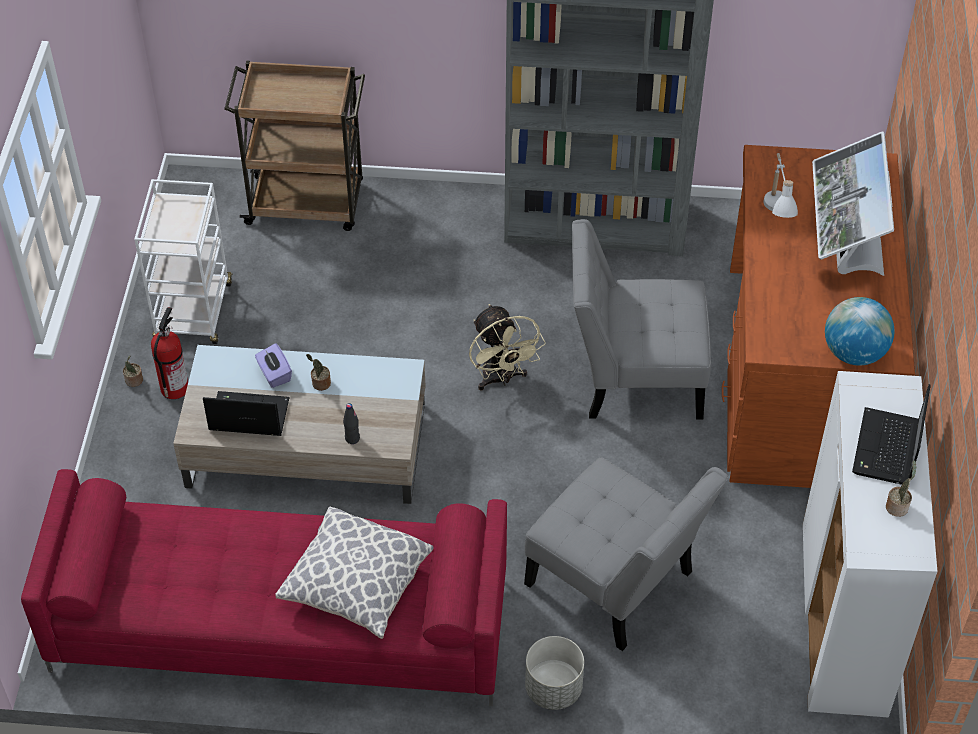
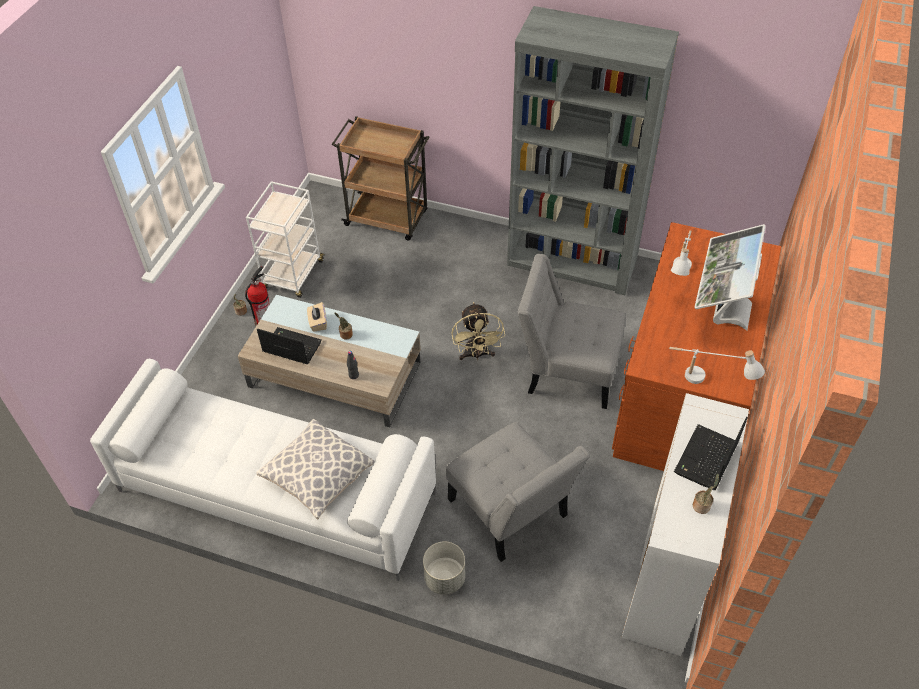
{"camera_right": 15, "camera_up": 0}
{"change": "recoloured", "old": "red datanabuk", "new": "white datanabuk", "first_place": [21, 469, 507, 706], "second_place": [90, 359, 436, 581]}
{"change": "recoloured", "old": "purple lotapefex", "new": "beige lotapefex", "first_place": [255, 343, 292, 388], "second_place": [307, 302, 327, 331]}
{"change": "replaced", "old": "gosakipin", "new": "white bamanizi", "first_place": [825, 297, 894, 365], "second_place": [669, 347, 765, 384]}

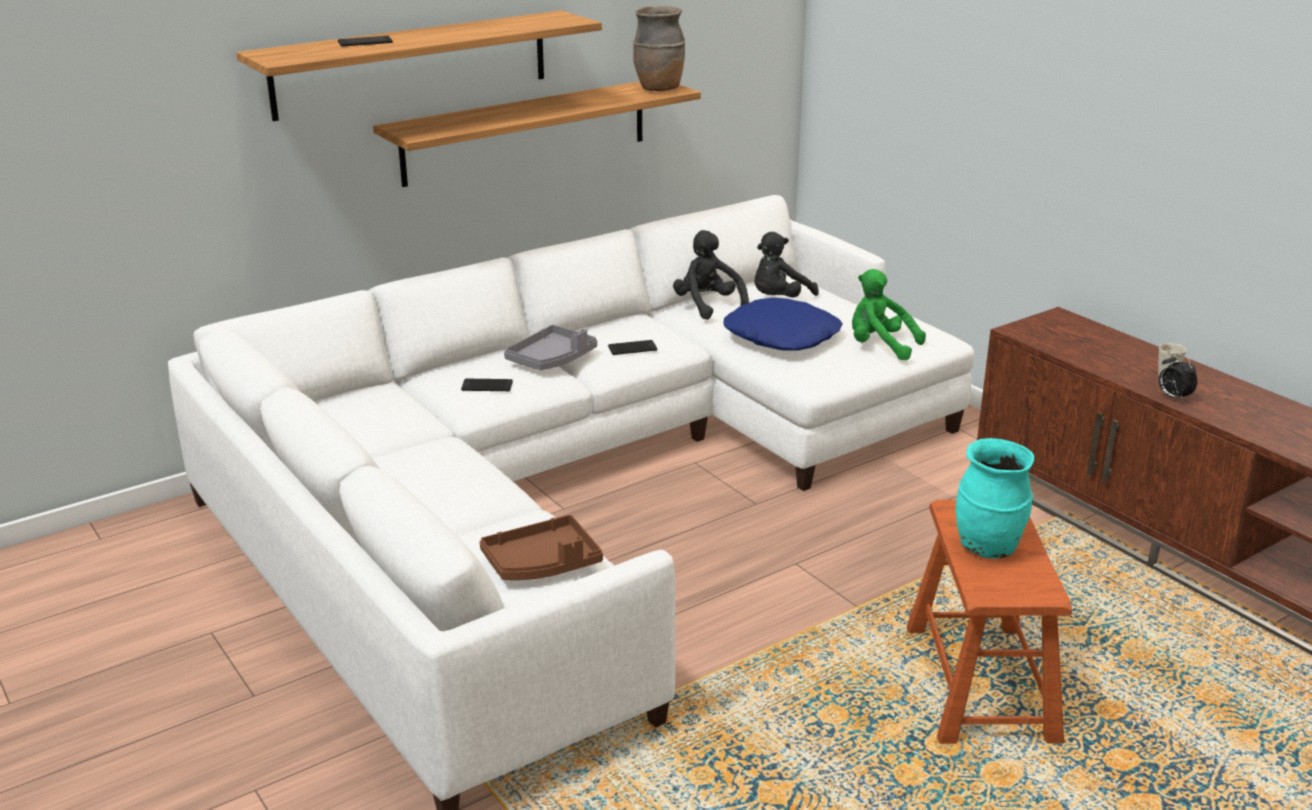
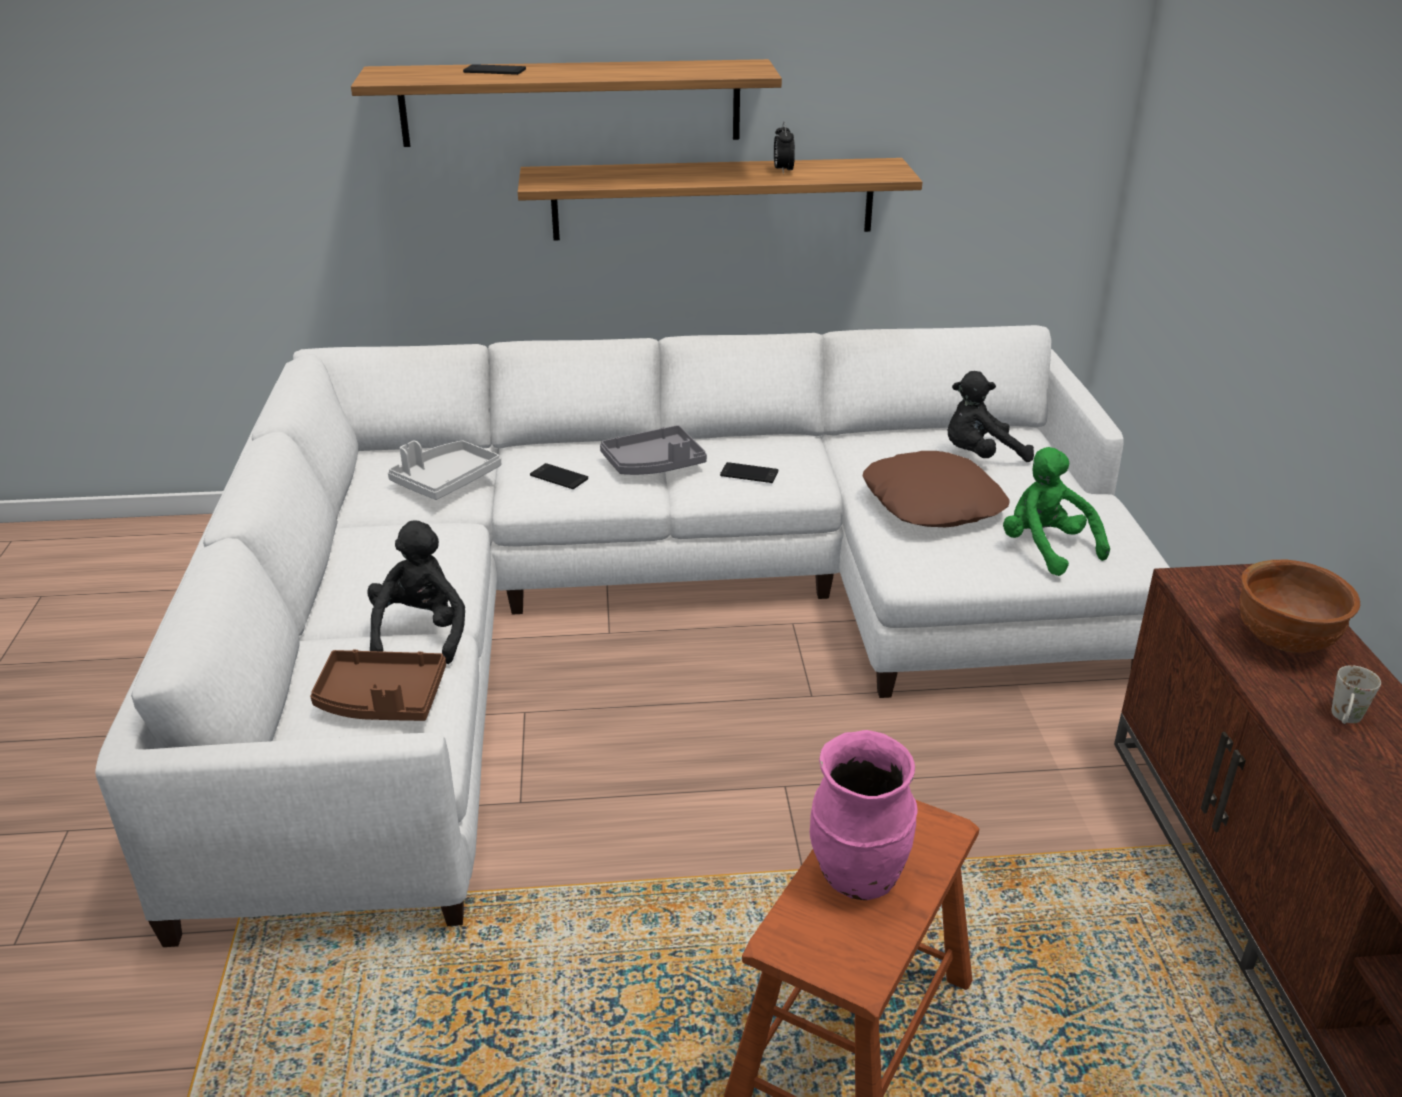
{"camera_right": 30, "camera_up": 5}
{"change": "moved", "old": "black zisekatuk", "first_place": [673, 230, 749, 320], "second_place": [367, 521, 465, 664]}
{"change": "added", "new": "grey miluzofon", "second_place": [388, 441, 501, 500]}
{"change": "moved", "old": "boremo", "first_place": [1159, 353, 1197, 401], "second_place": [774, 121, 795, 174]}
{"change": "recoloured", "old": "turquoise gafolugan", "new": "pink gafolugan", "first_place": [955, 438, 1034, 558], "second_place": [810, 730, 918, 900]}
{"change": "recoloured", "old": "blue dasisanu", "new": "brown dasisanu", "first_place": [723, 297, 843, 351], "second_place": [863, 451, 1009, 527]}
{"change": "added", "new": "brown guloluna", "second_place": [1239, 560, 1360, 653]}
{"change": "removed", "old": "brown gafolugan", "first_place": [633, 6, 685, 91]}

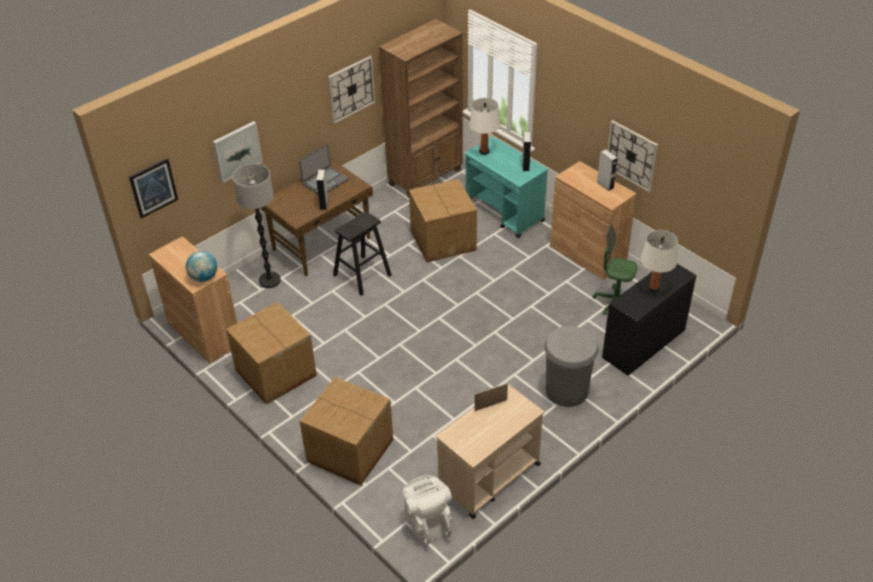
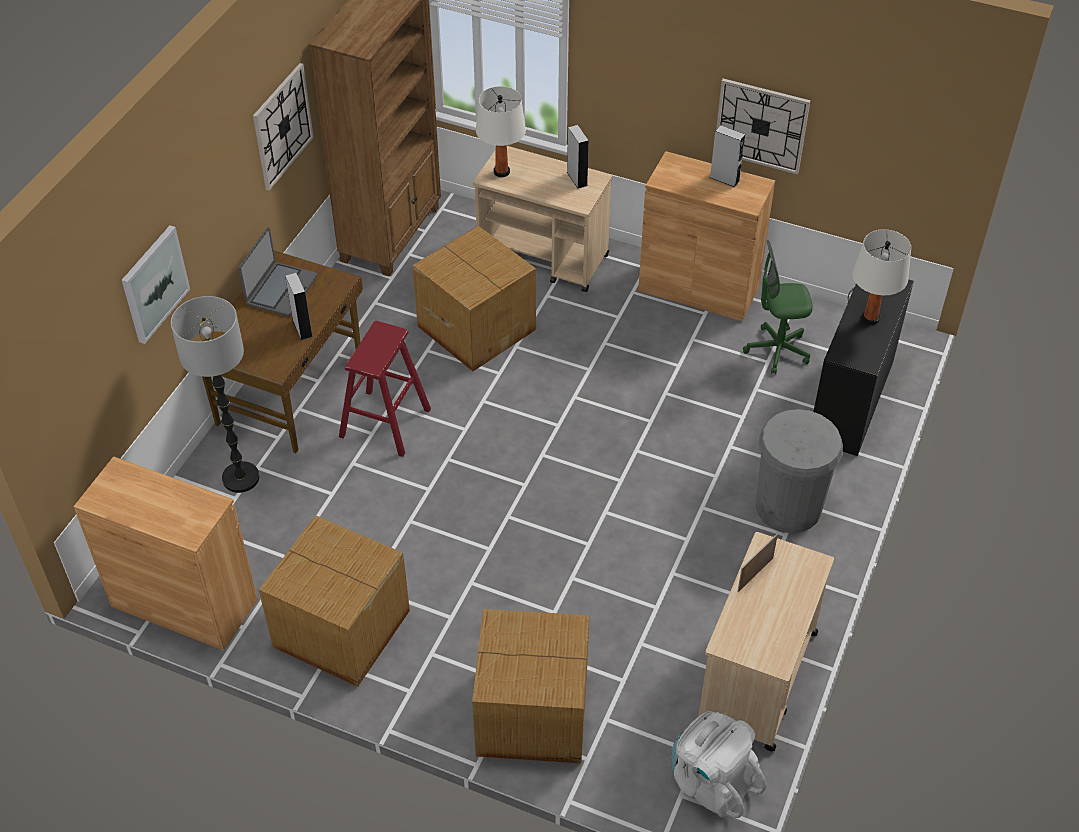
{"camera_right": -25, "camera_up": 5}
{"change": "recoloured", "old": "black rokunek", "new": "red rokunek", "first_place": [333, 211, 392, 296], "second_place": [339, 321, 431, 457]}
{"change": "recoloured", "old": "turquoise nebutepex", "new": "beige nebutepex", "first_place": [465, 137, 548, 238], "second_place": [473, 146, 613, 292]}
{"change": "removed", "old": "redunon", "first_place": [129, 158, 178, 219]}
{"change": "removed", "old": "gosakipin", "first_place": [186, 251, 217, 282]}

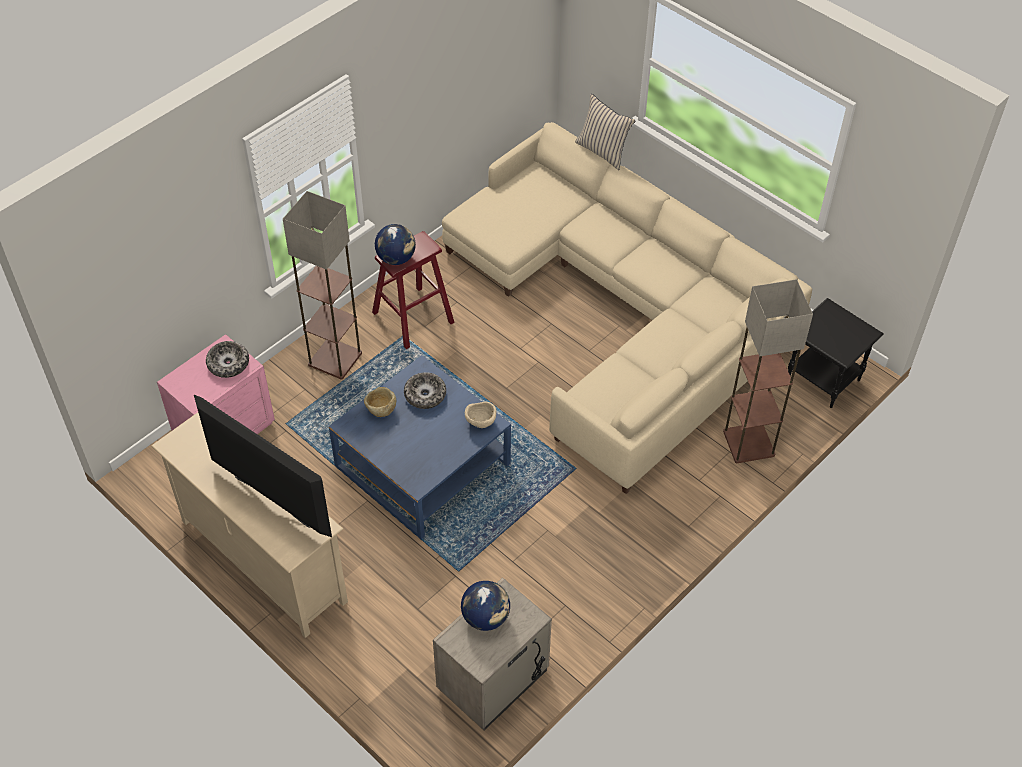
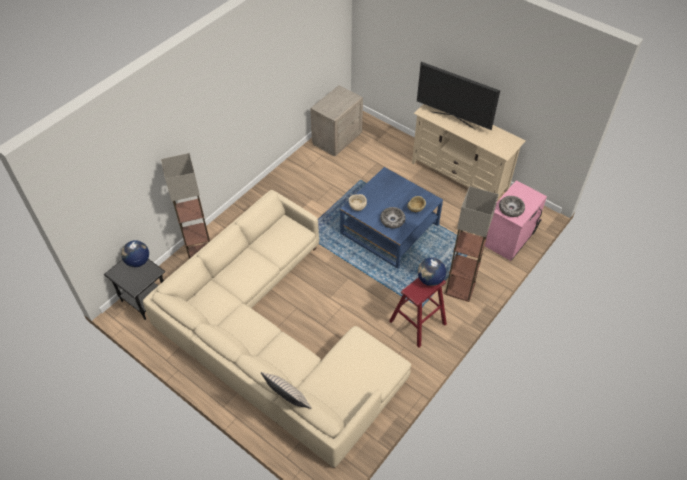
{"camera_right": 175, "camera_up": 0}
{"change": "moved", "old": "gosakipin", "first_place": [461, 581, 510, 631], "second_place": [121, 240, 149, 267]}

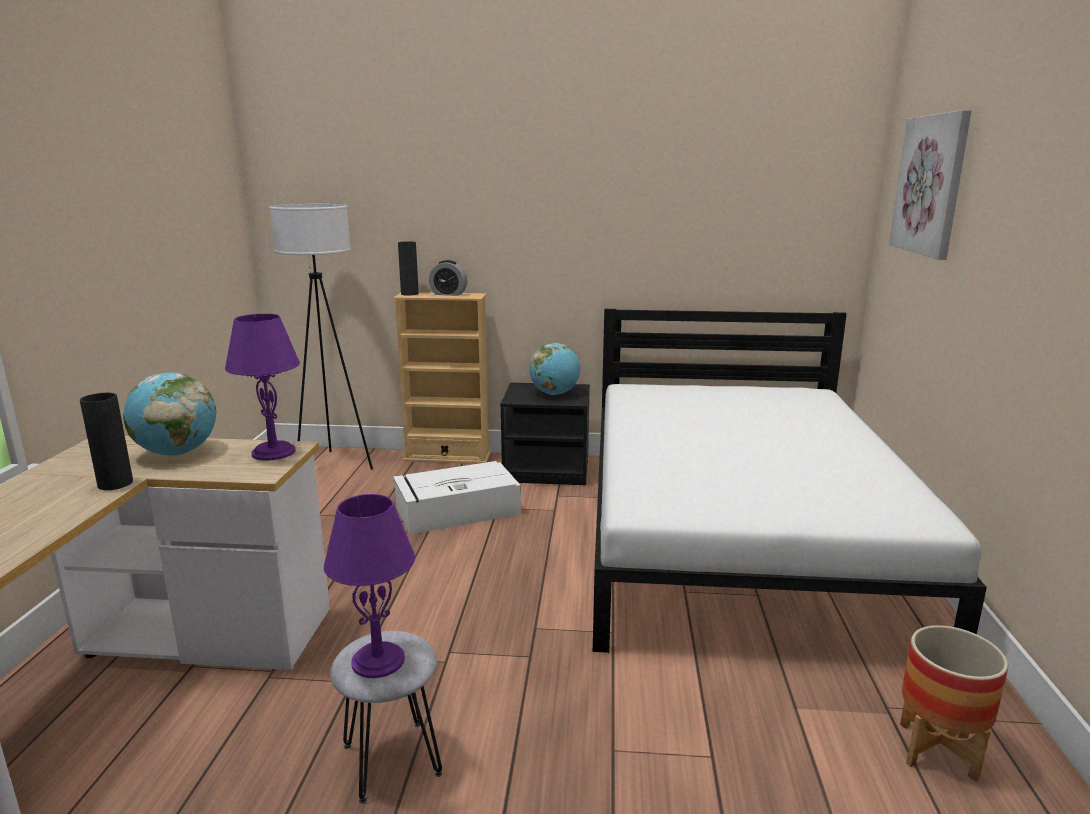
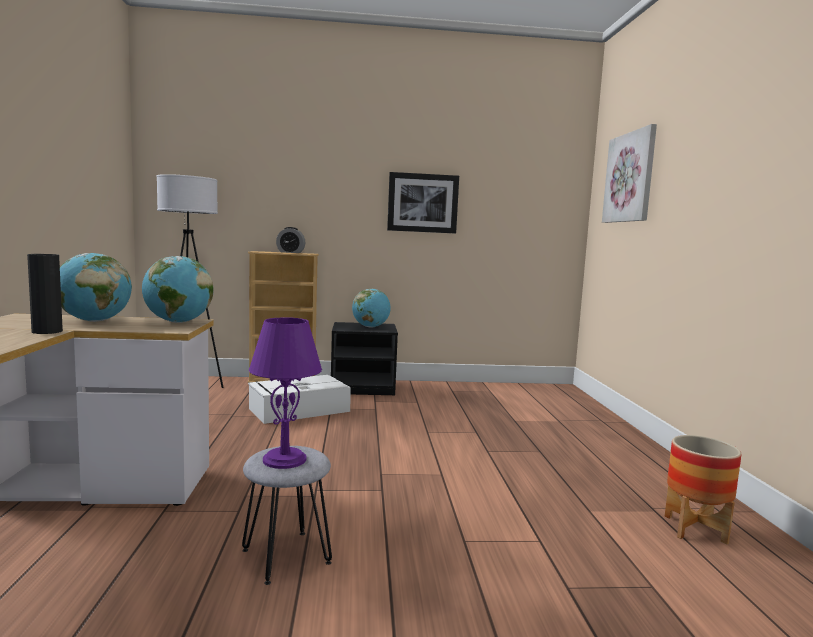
{"camera_right": -10, "camera_up": -10}
{"change": "replaced", "old": "purple bamanizi", "new": "gosakipin", "first_place": [225, 313, 300, 461], "second_place": [142, 256, 214, 323]}
{"change": "added", "new": "redunon", "second_place": [387, 172, 459, 234]}
{"change": "removed", "old": "black gafolugan", "first_place": [398, 241, 419, 296]}
{"change": "removed", "old": "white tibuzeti", "first_place": [593, 309, 987, 653]}

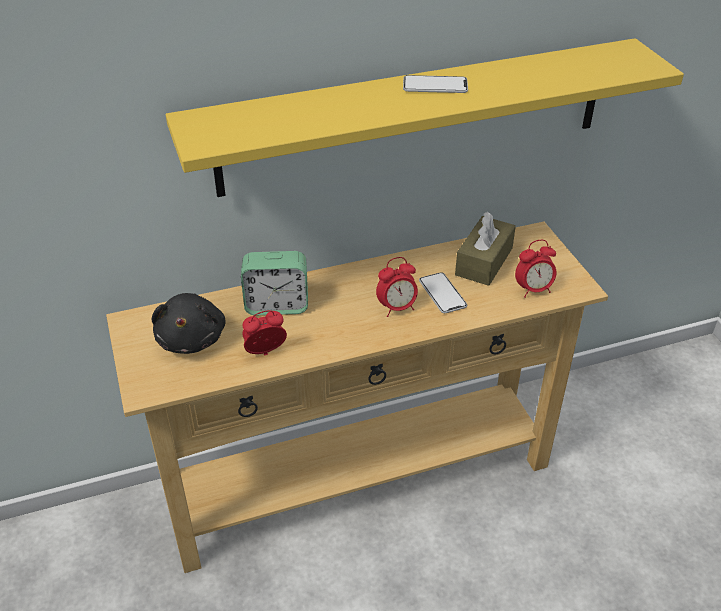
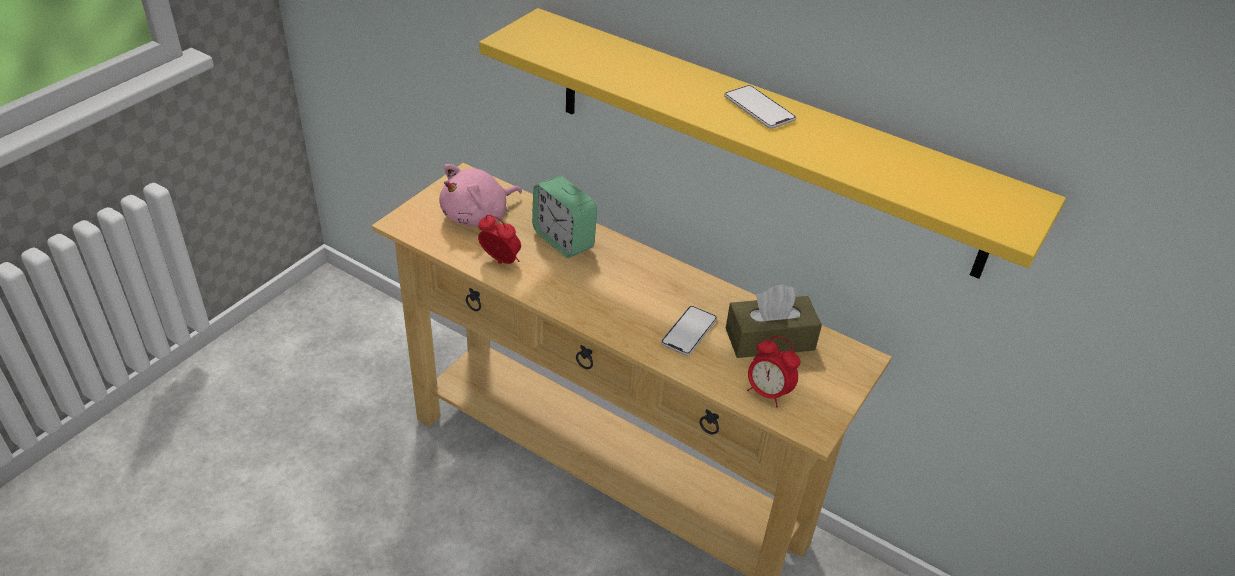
{"camera_right": 50, "camera_up": 0}
{"change": "recoloured", "old": "black zisekatuk", "new": "pink zisekatuk", "first_place": [151, 293, 226, 354], "second_place": [439, 164, 522, 226]}
{"change": "removed", "old": "boremo", "first_place": [376, 257, 418, 317]}

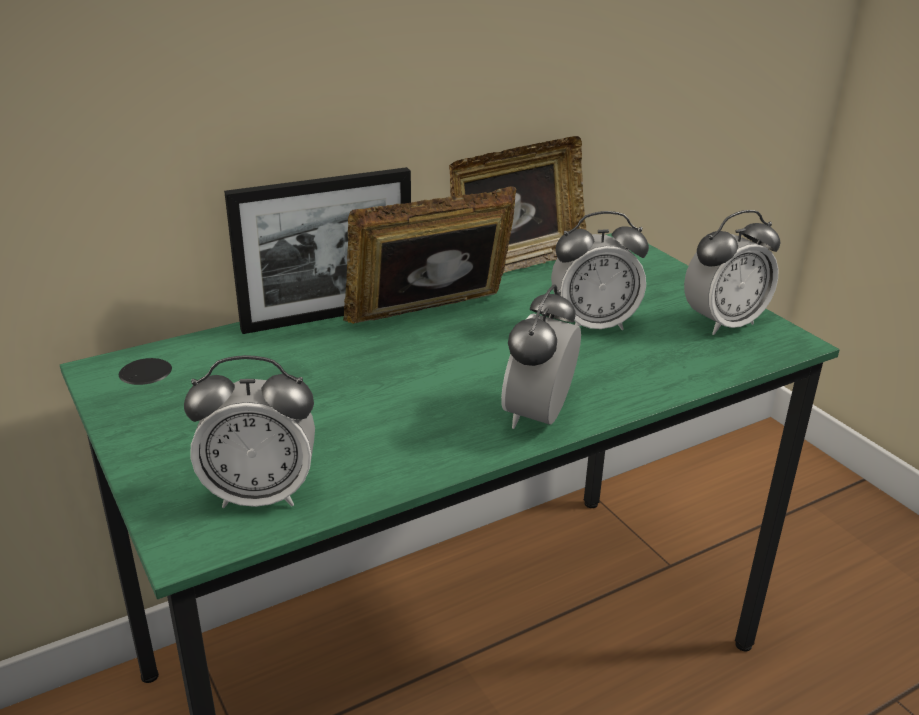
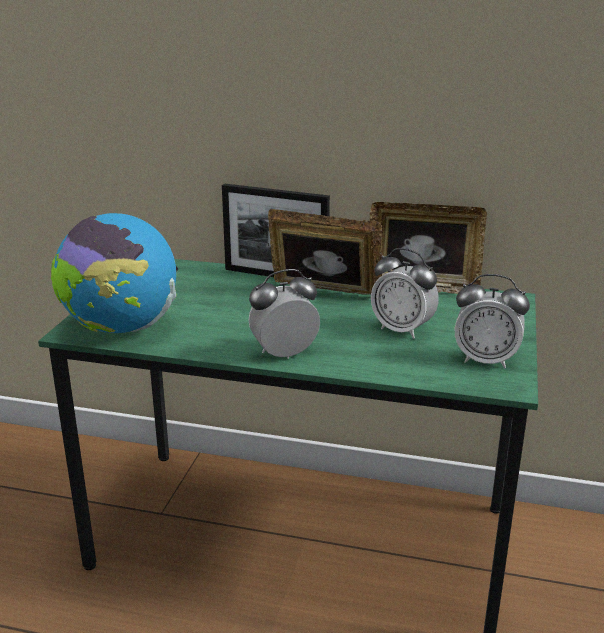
{"camera_right": 45, "camera_up": -5}
{"change": "replaced", "old": "boremo", "new": "gosakipin", "first_place": [184, 355, 315, 508], "second_place": [51, 213, 176, 333]}

